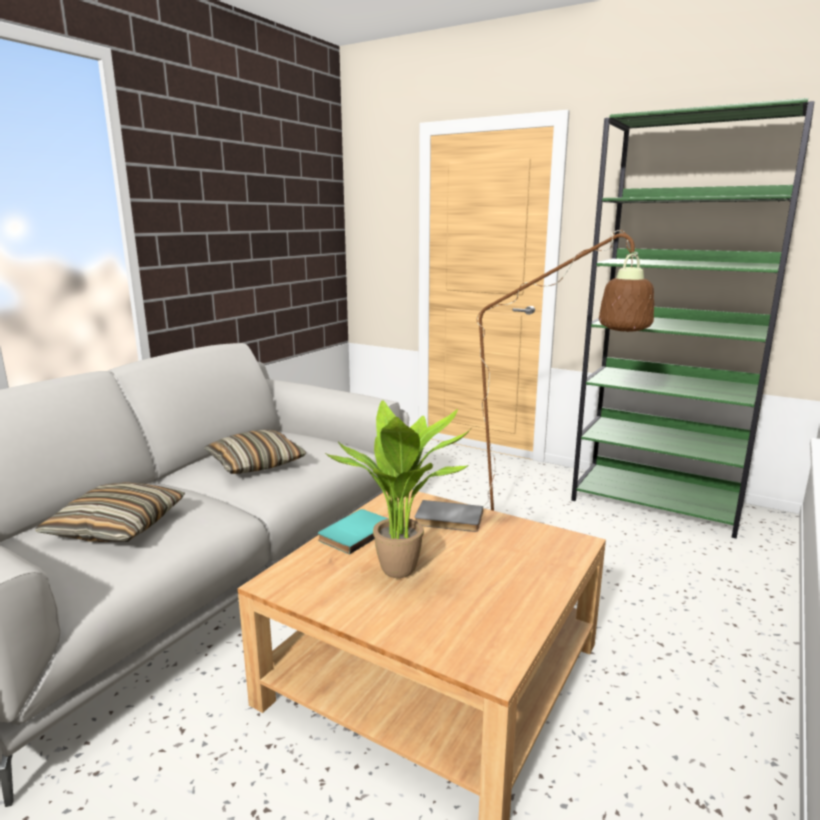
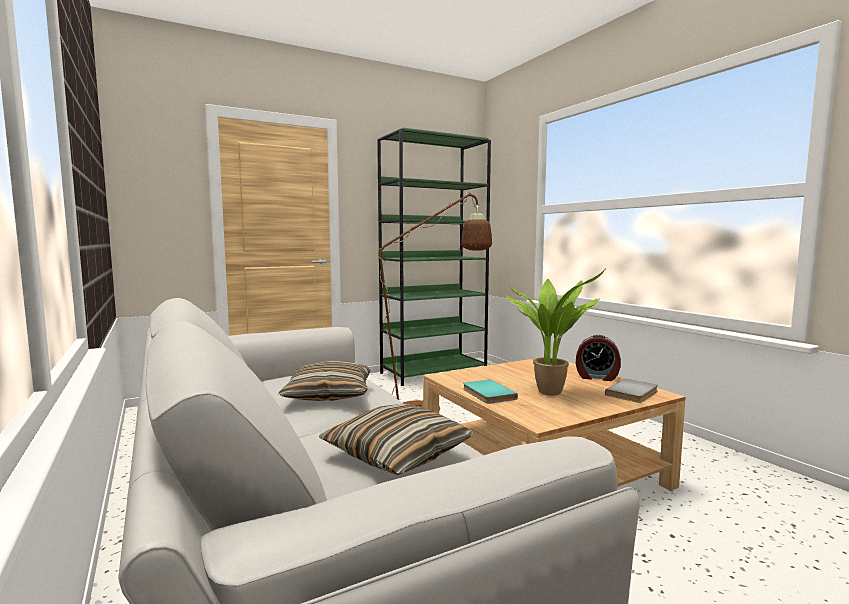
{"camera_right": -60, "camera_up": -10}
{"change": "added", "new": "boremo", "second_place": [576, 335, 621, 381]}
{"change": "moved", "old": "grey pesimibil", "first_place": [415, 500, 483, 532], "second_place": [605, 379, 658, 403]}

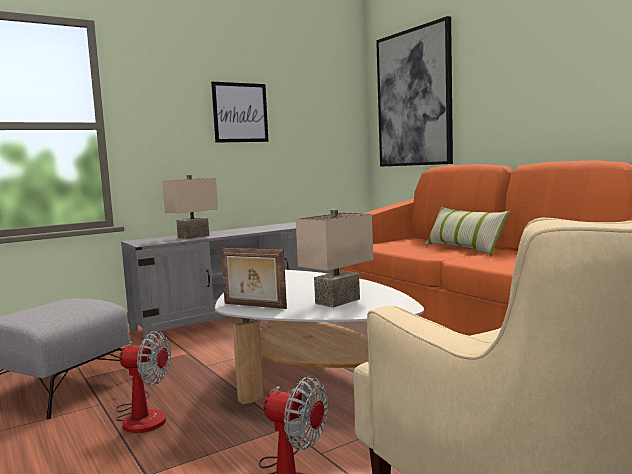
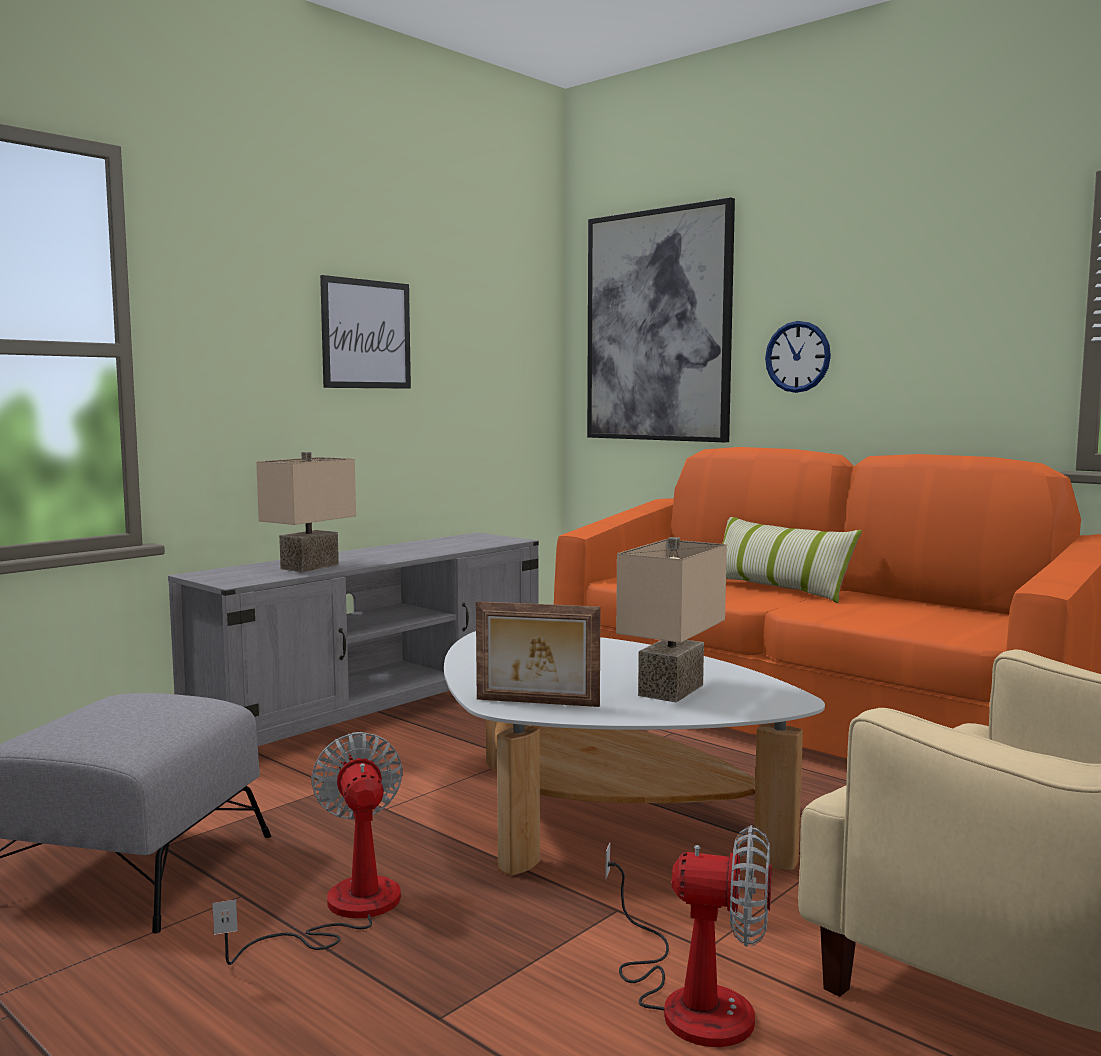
{"camera_right": -15, "camera_up": 0}
{"change": "turned", "old": "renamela", "first_place": [116, 331, 171, 433], "second_place": [212, 732, 403, 965], "degrees": -105}
{"change": "added", "new": "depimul", "second_place": [765, 321, 831, 393]}

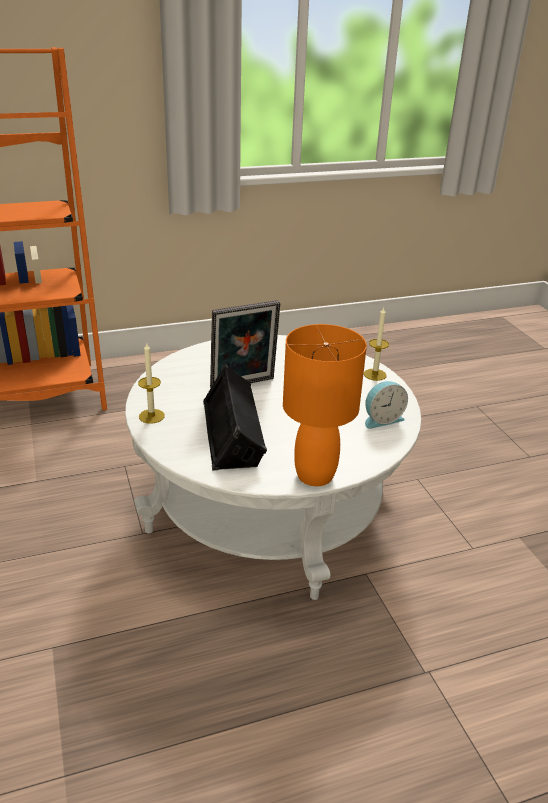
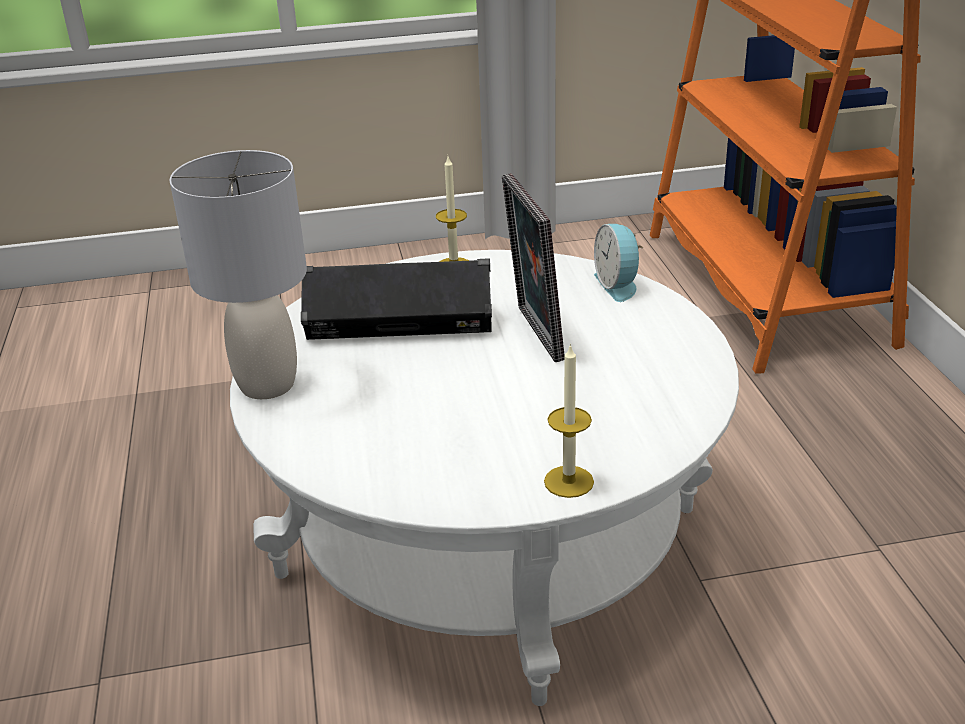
{"camera_right": 100, "camera_up": 0}
{"change": "recoloured", "old": "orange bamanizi", "new": "grey bamanizi", "first_place": [283, 324, 367, 486], "second_place": [169, 150, 307, 399]}
{"change": "moved", "old": "boremo", "first_place": [365, 381, 408, 429], "second_place": [594, 224, 643, 302]}

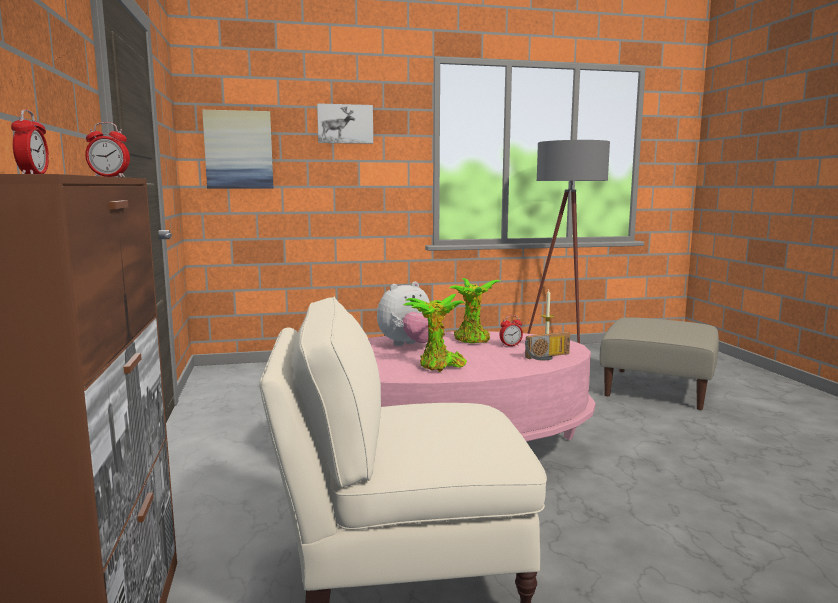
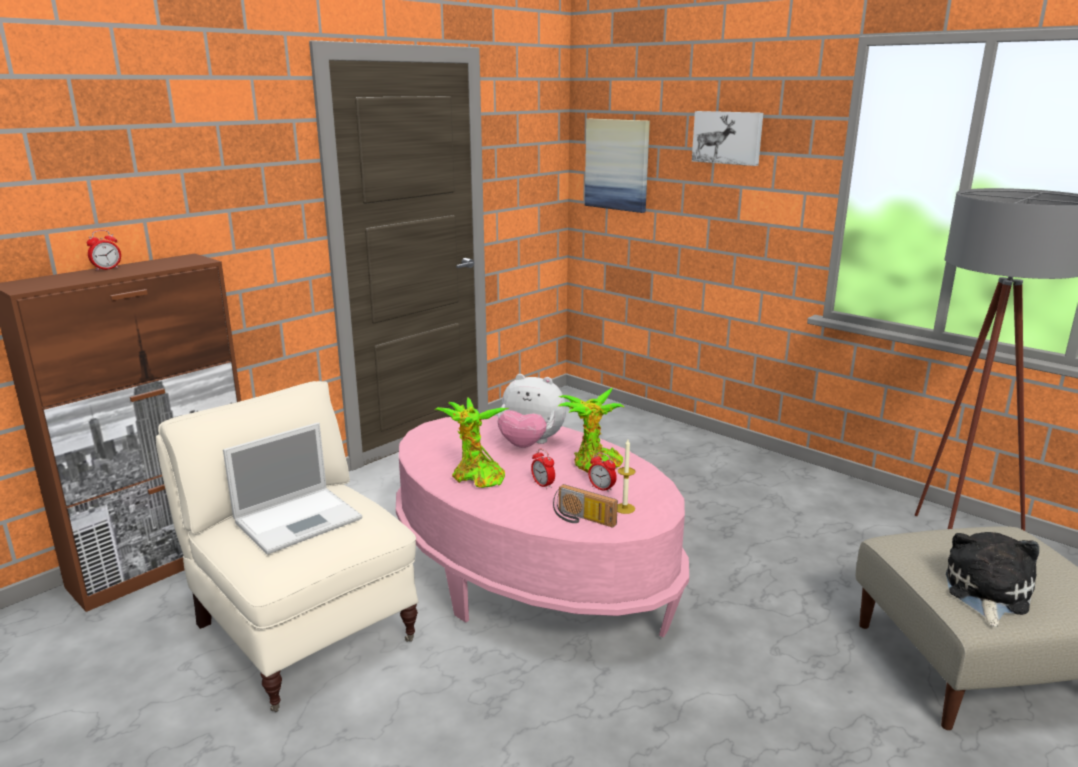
{"camera_right": 55, "camera_up": 10}
{"change": "added", "new": "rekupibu", "second_place": [223, 422, 362, 555]}
{"change": "moved", "old": "boremo", "first_place": [85, 122, 130, 177], "second_place": [531, 449, 555, 489]}
{"change": "added", "new": "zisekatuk", "second_place": [946, 532, 1039, 627]}

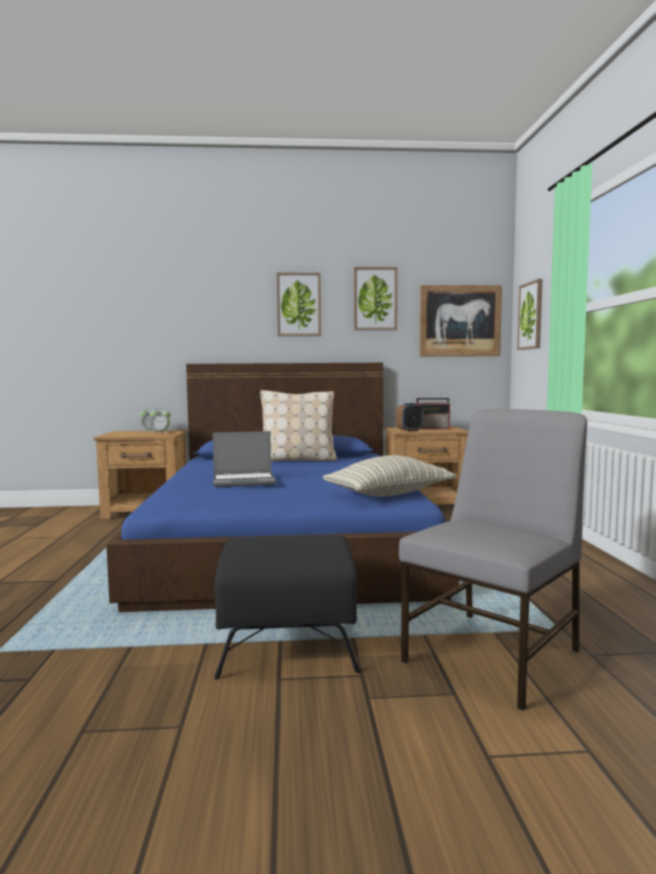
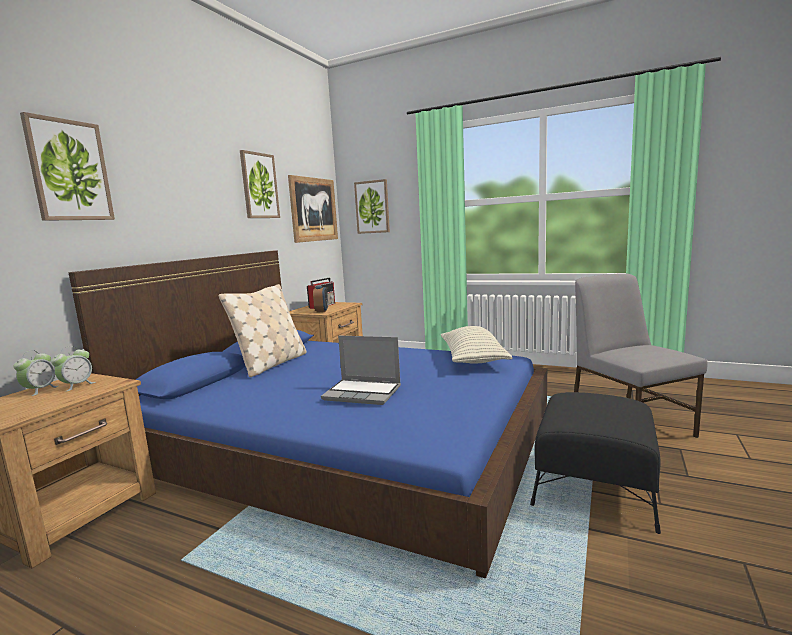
{"camera_right": -60, "camera_up": 5}
{"change": "moved", "old": "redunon", "first_place": [277, 273, 321, 336], "second_place": [20, 112, 115, 221]}
{"change": "turned", "old": "rekupibu", "first_place": [213, 431, 276, 487], "second_place": [321, 335, 401, 405], "degrees": 90}

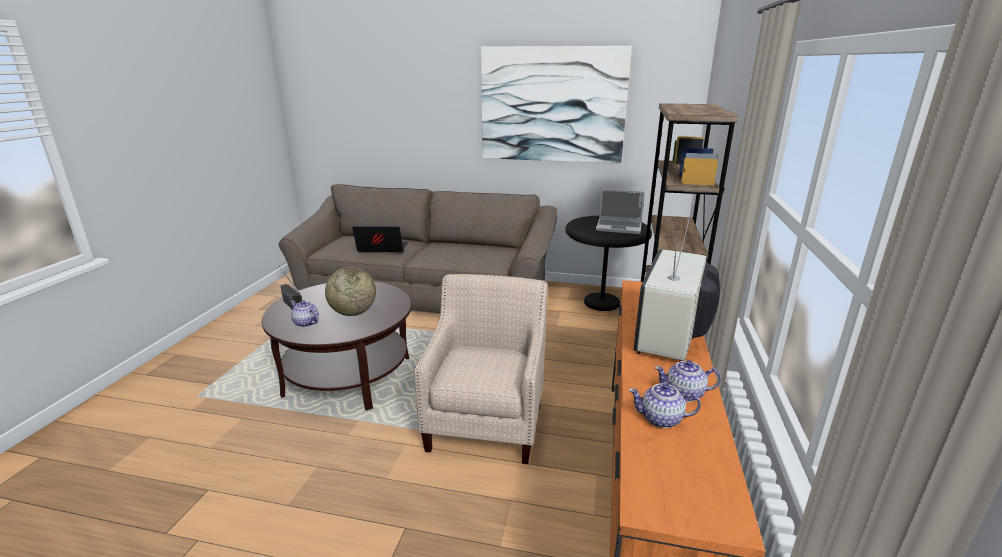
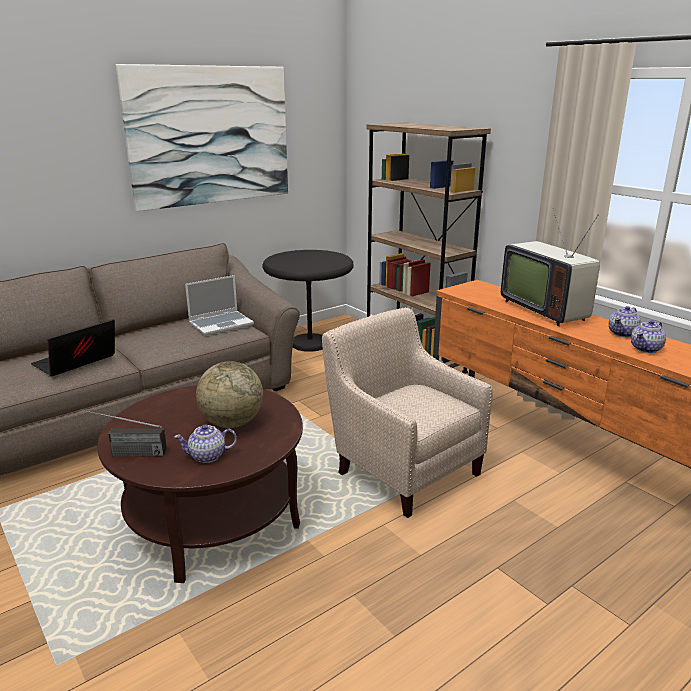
{"camera_right": -50, "camera_up": 0}
{"change": "moved", "old": "rekupibu", "first_place": [596, 189, 645, 234], "second_place": [185, 275, 254, 336]}

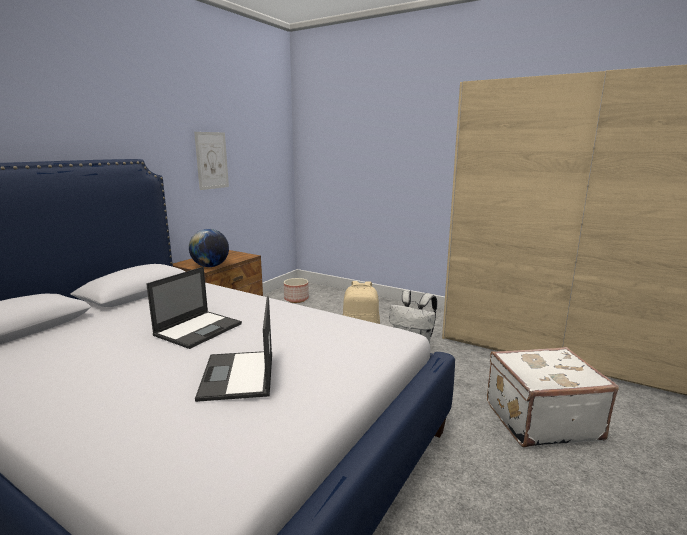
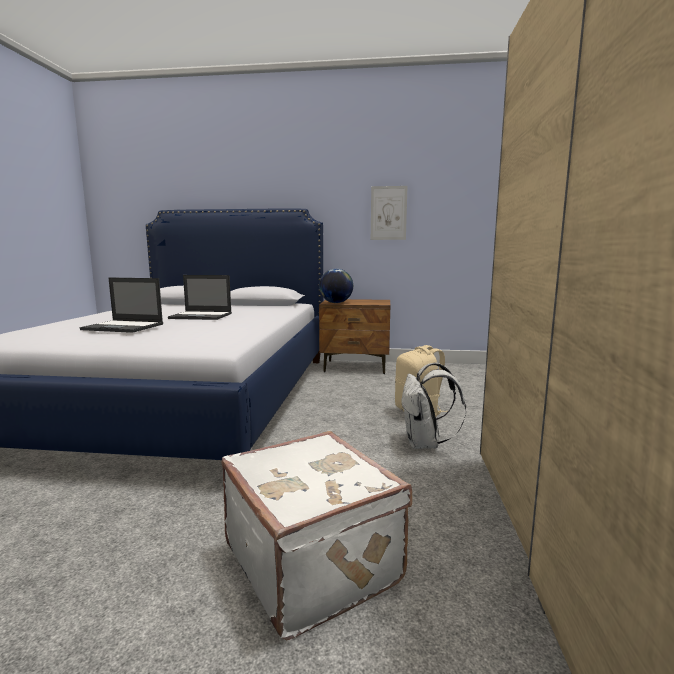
{"camera_right": 65, "camera_up": -5}
{"change": "turned", "old": "rekupibu", "first_place": [195, 296, 272, 402], "second_place": [80, 277, 163, 333], "degrees": -135}
{"change": "removed", "old": "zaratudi", "first_place": [284, 278, 309, 303]}

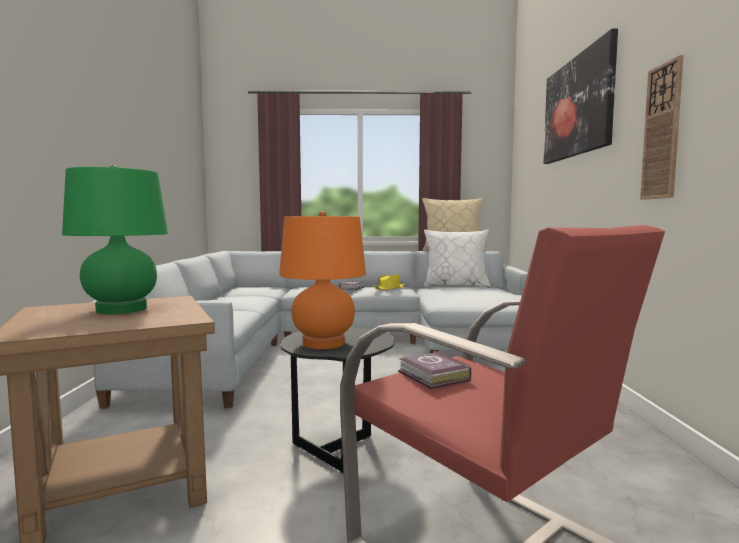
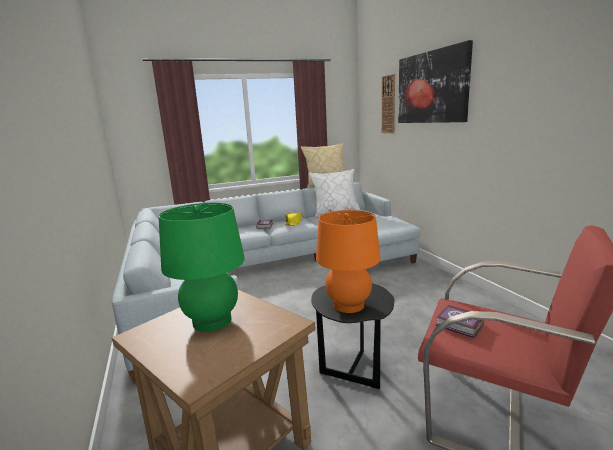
{"camera_right": -20, "camera_up": 10}
{"change": "moved", "old": "depimul", "first_place": [640, 55, 684, 200], "second_place": [382, 74, 395, 133]}

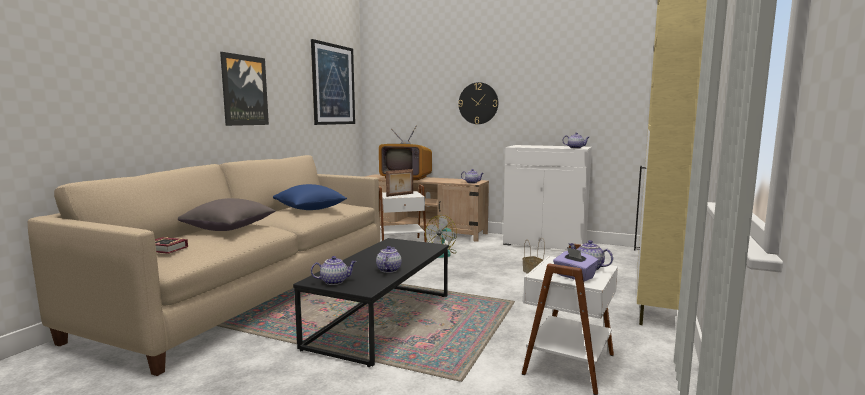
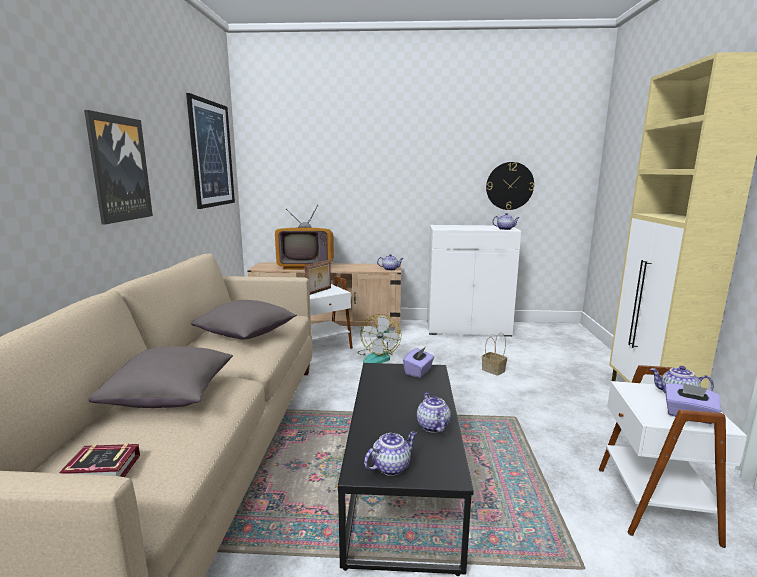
{"camera_right": -20, "camera_up": 5}
{"change": "recoloured", "old": "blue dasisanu", "new": "grey dasisanu", "first_place": [273, 184, 347, 210], "second_place": [191, 300, 297, 340]}
{"change": "added", "new": "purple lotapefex", "second_place": [403, 347, 434, 378]}
{"change": "moved", "old": "depimul", "first_place": [458, 82, 498, 124], "second_place": [486, 162, 534, 210]}

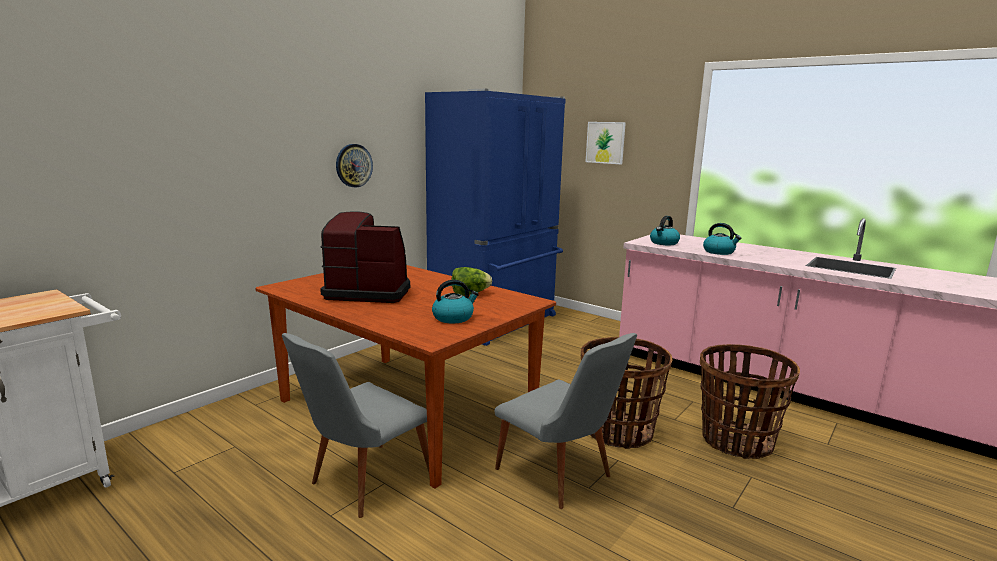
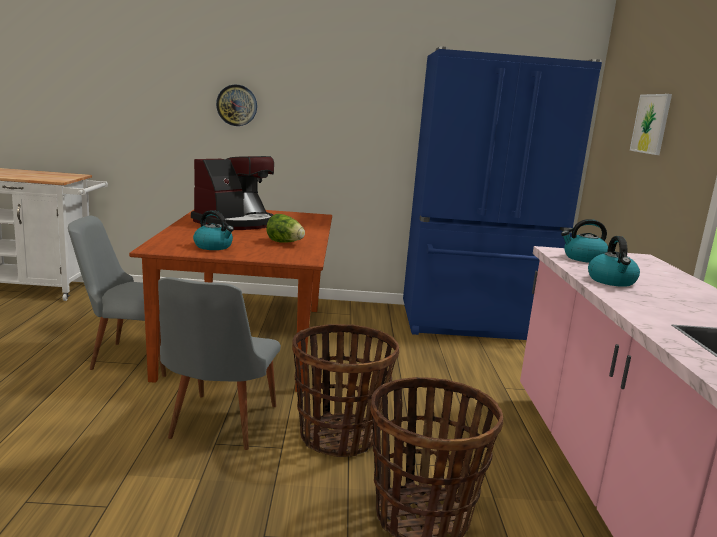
{"camera_right": 50, "camera_up": 0}
{"change": "turned", "old": "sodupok", "first_place": [320, 211, 410, 303], "second_place": [191, 156, 274, 230], "degrees": 75}
{"change": "moved", "old": "depimul", "first_place": [336, 144, 373, 187], "second_place": [216, 84, 257, 126]}

